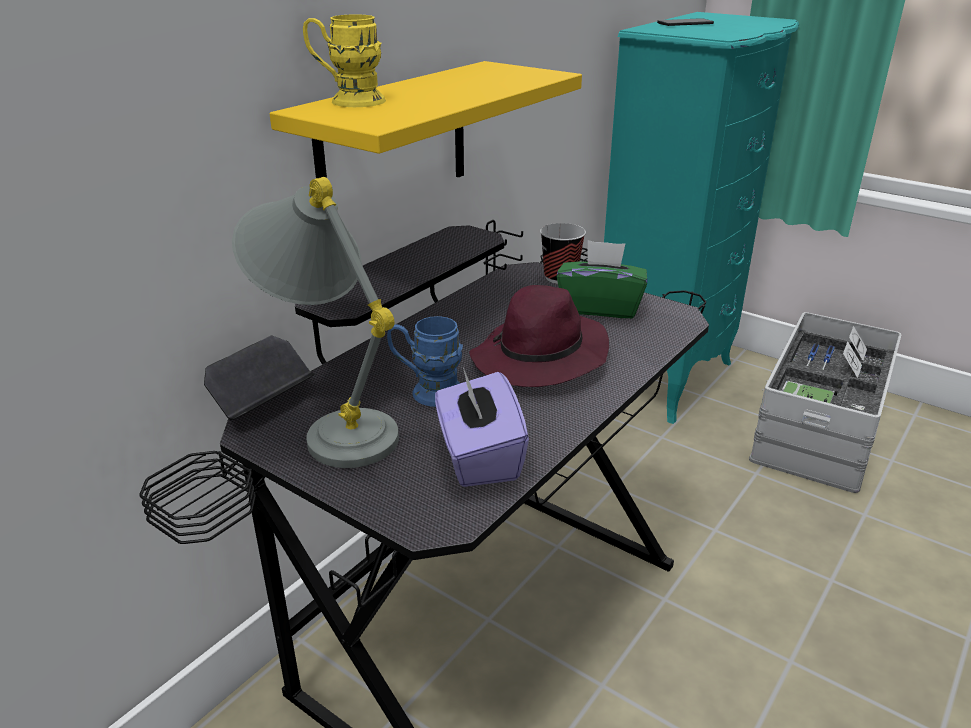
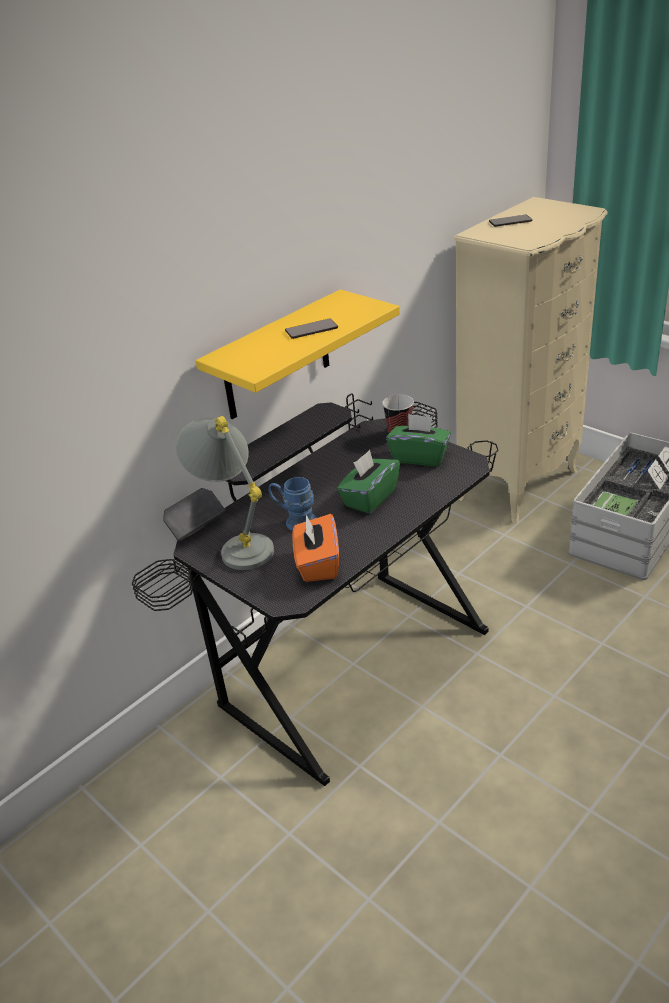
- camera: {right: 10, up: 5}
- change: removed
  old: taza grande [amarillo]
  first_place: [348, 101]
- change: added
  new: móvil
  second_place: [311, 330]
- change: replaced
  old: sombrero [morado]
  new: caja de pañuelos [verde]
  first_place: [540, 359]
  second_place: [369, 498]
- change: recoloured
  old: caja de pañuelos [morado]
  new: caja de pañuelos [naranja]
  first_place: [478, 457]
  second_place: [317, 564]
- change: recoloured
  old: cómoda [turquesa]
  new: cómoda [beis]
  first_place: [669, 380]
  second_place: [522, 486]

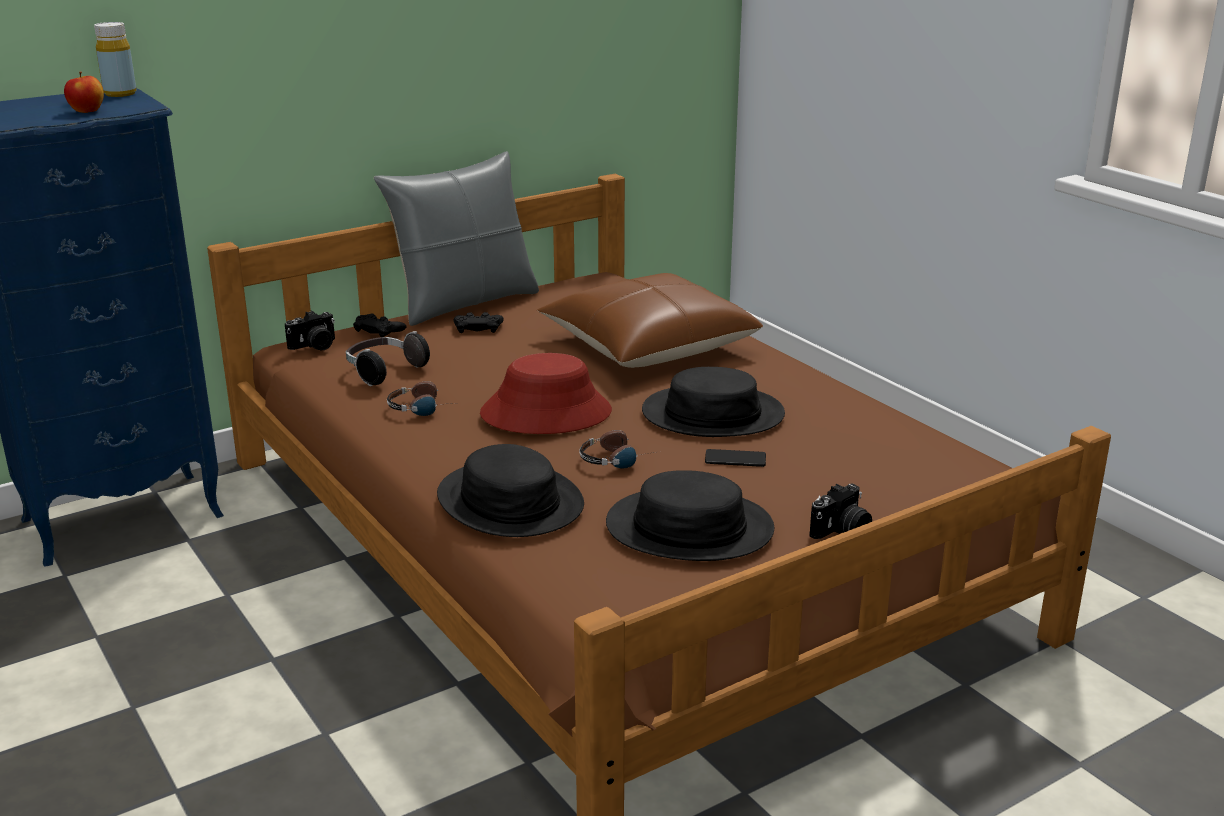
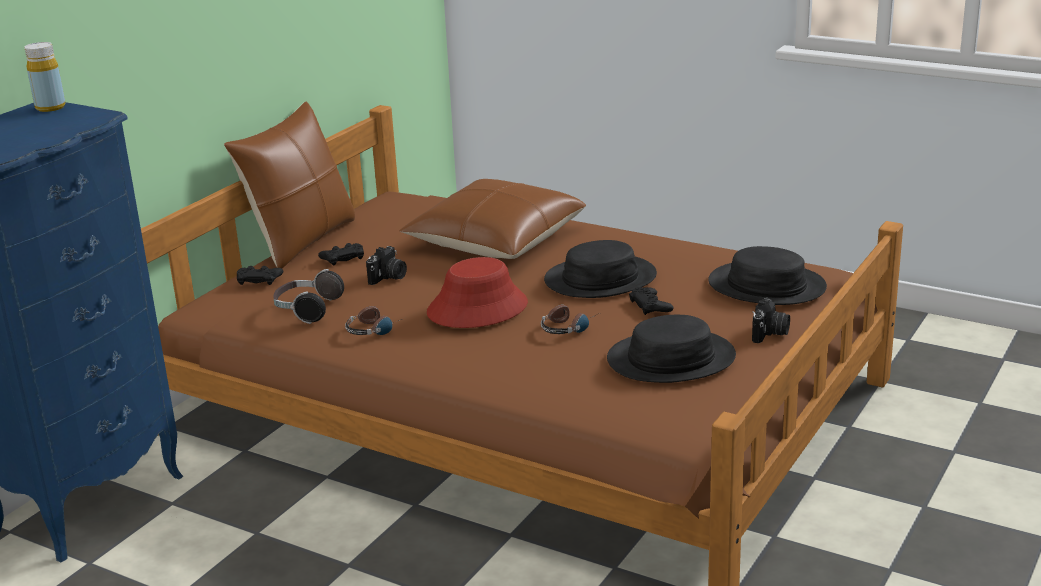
- camera: {right: -25, up: 0}
- change: removed
  old: manzana
  first_place: [87, 111]
- change: moved
  old: cámara
  first_place: [314, 346]
  second_place: [388, 277]
- change: moved
  old: sombrero [negro]
  first_place: [509, 502]
  second_place: [766, 286]
- change: replaced
  old: móvil
  new: mando de consola [negro]
  first_place: [735, 459]
  second_place: [650, 305]
- change: recoloured
  old: cojín [gris]
  new: cojín [marrón]
  first_place: [464, 302]
  second_place: [301, 241]

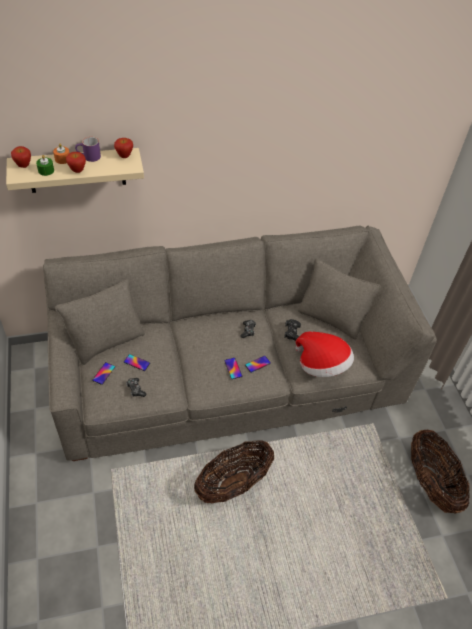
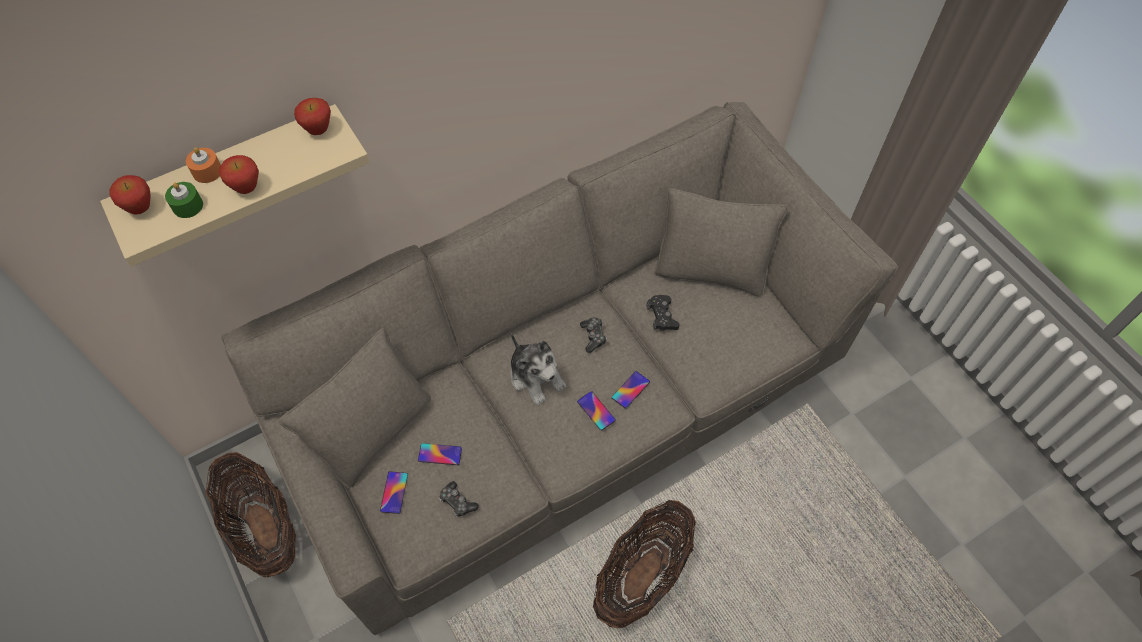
- camera: {right: -15, up: 10}
- change: removed
  old: taza grande [morado]
  first_place: [89, 157]
- change: removed
  old: sombrero
  first_place: [322, 365]
- change: added
  new: peluche
  second_place: [536, 376]
- change: moved
  old: cesta
  first_place: [430, 483]
  second_place: [264, 528]

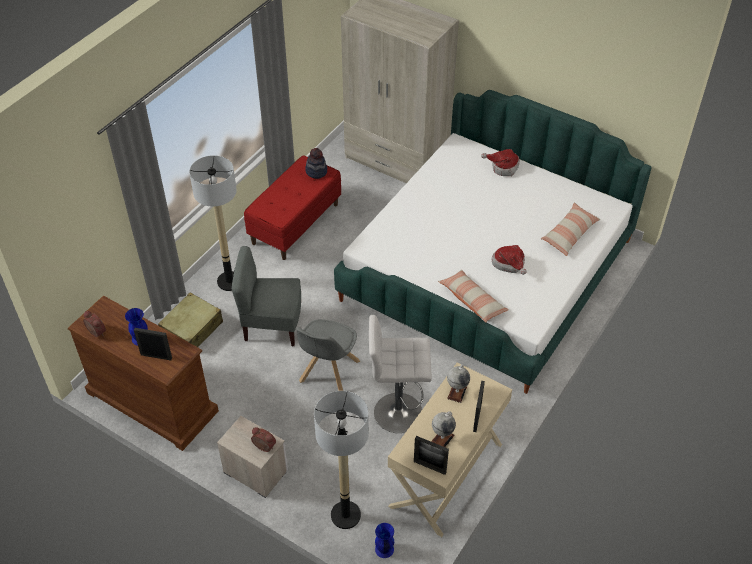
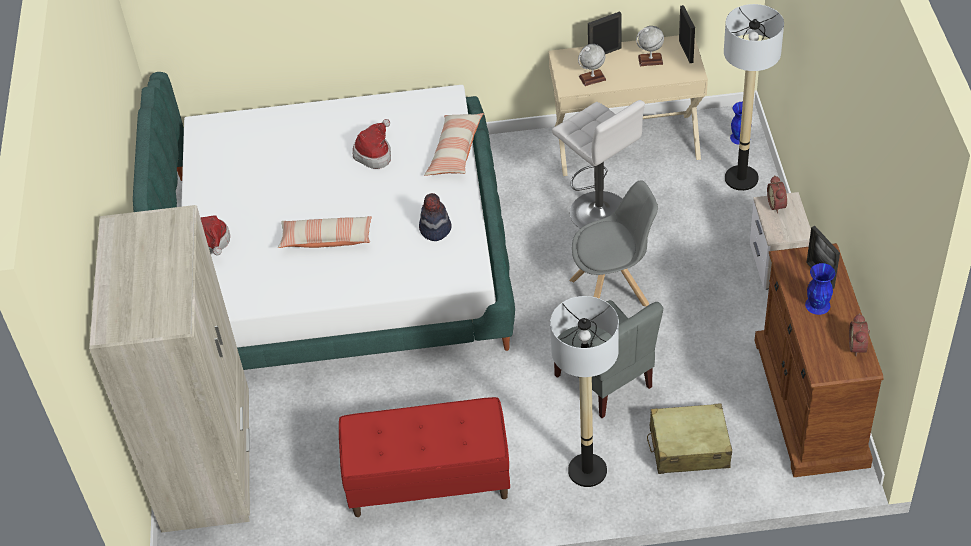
- camera: {right: -125, up: 0}
- change: moved
  old: sombrero
  first_place: [316, 171]
  second_place: [435, 229]
- change: moved
  old: cojín
  first_place: [569, 234]
  second_place: [326, 239]

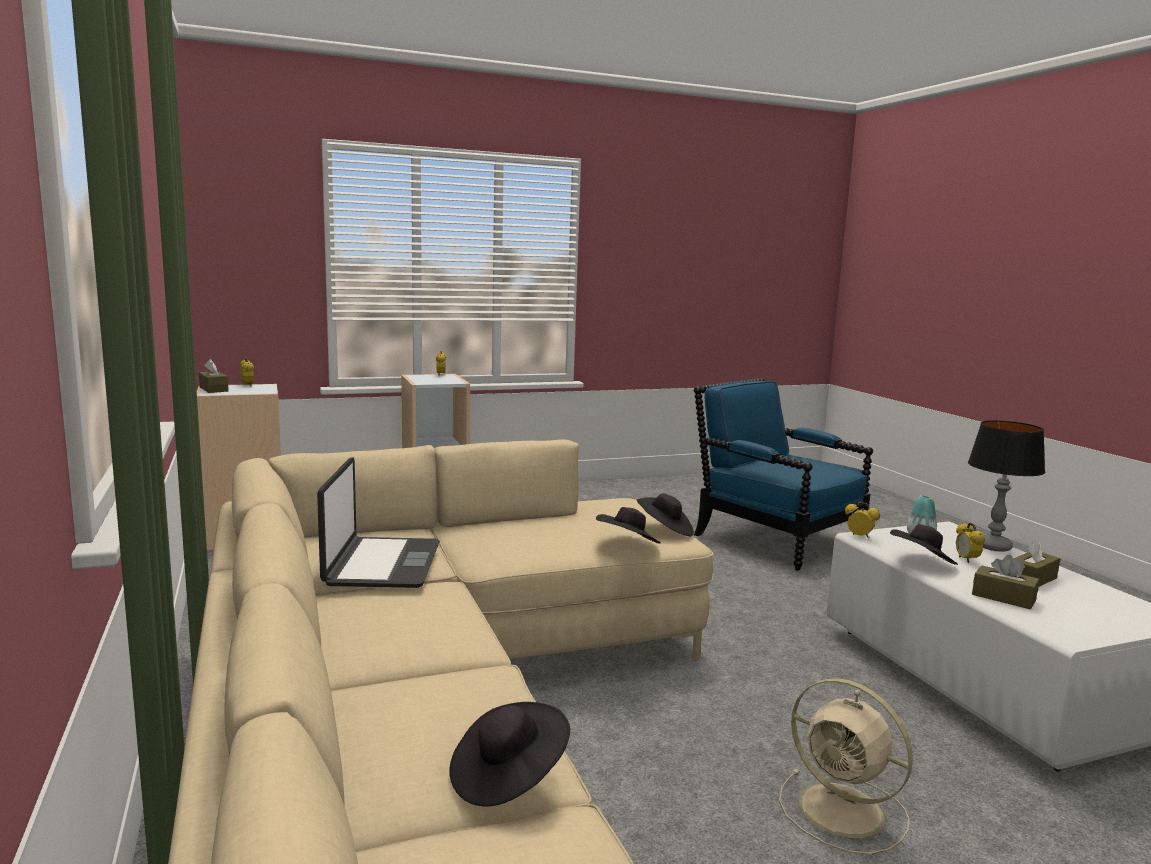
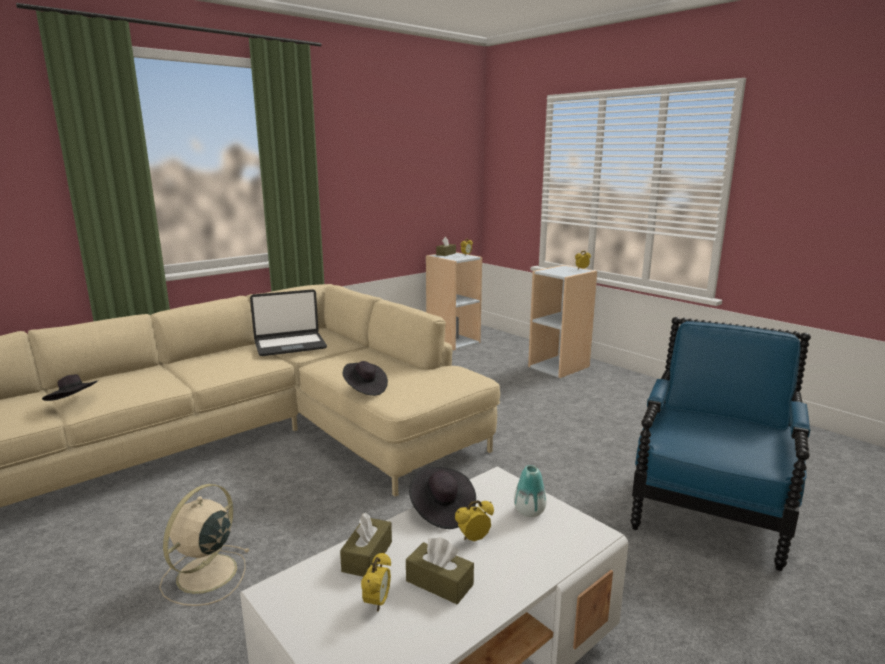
- camera: {right: 70, up: 5}
- change: removed
  old: sombrero [negro]
  first_place: [665, 530]
- change: removed
  old: lámpara de mesa
  first_place: [993, 546]
- change: moved
  old: despertador
  first_place: [859, 537]
  second_place: [377, 603]

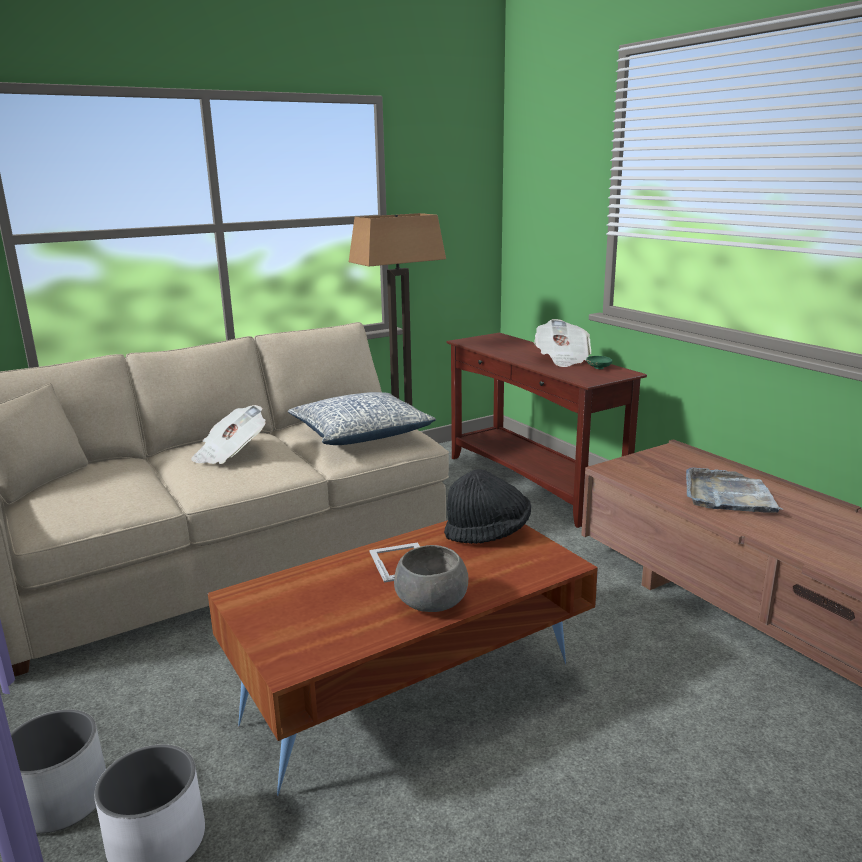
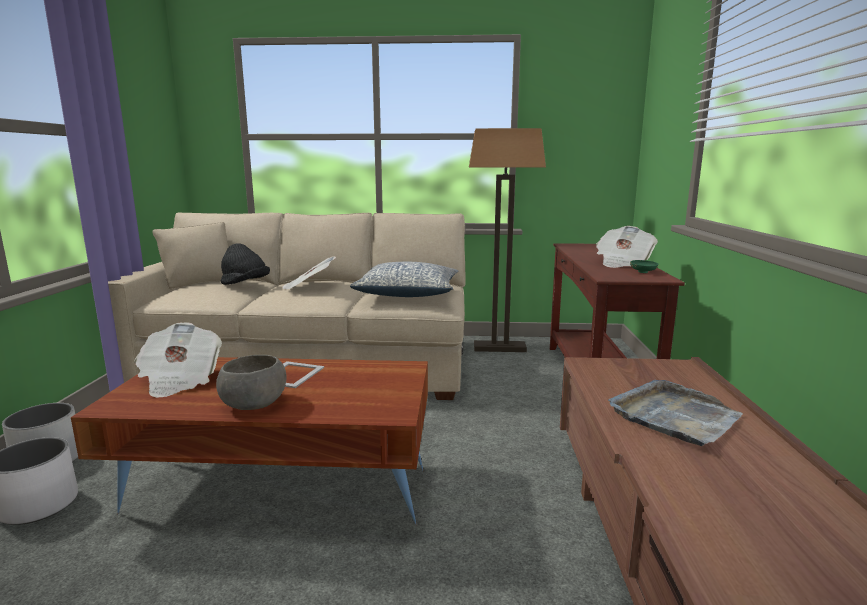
- camera: {right: 35, up: -5}
- change: added
  new: periódico
  second_place: [180, 380]
- change: moved
  old: sombrero [negro]
  first_place: [487, 533]
  second_place: [245, 285]

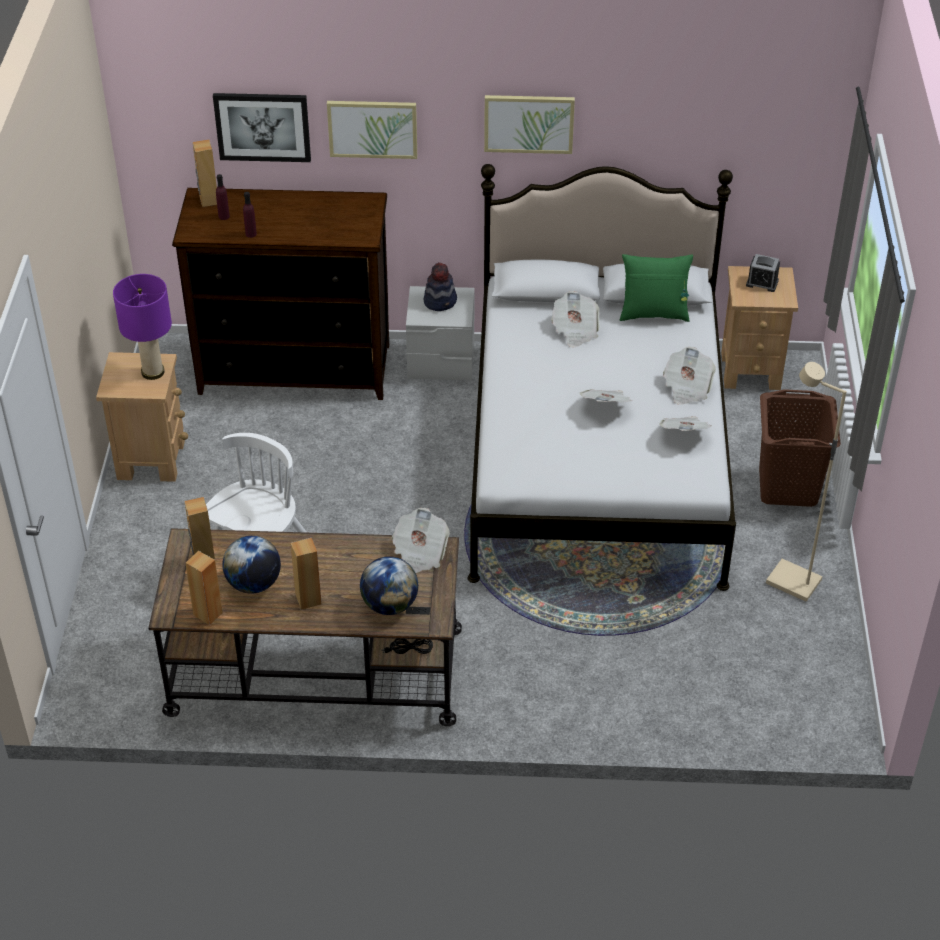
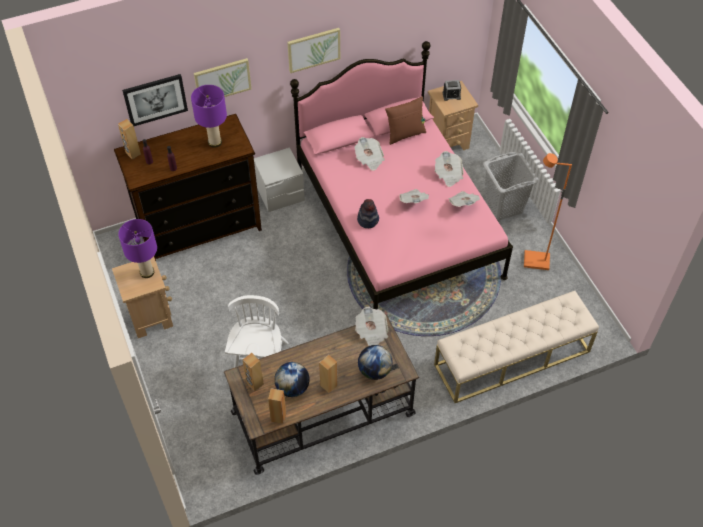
- camera: {right: -25, up: 10}
- change: added
  new: lámpara de mesa [morado]
  second_place: [215, 142]
- change: added
  new: banco [beis]
  second_place: [512, 358]
- change: moved
  old: sombrero
  first_place: [440, 301]
  second_place: [368, 220]
- change: recoloured
  old: cama [blanco]
  new: cama [rosa]
  first_place: [597, 458]
  second_place: [398, 224]
- change: recoloured
  old: cojín [verde]
  new: cojín [marrón]
  first_place: [653, 315]
  second_place: [405, 134]
- change: recoloured
  old: cesto de la ropa [marrón]
  new: cesto de la ropa [gris]
  first_place: [787, 487]
  second_place: [503, 206]
- change: recoloured
  old: lámpara de pie [beis]
  new: lámpara de pie [naranja]
  first_place: [792, 582]
  second_place: [536, 261]

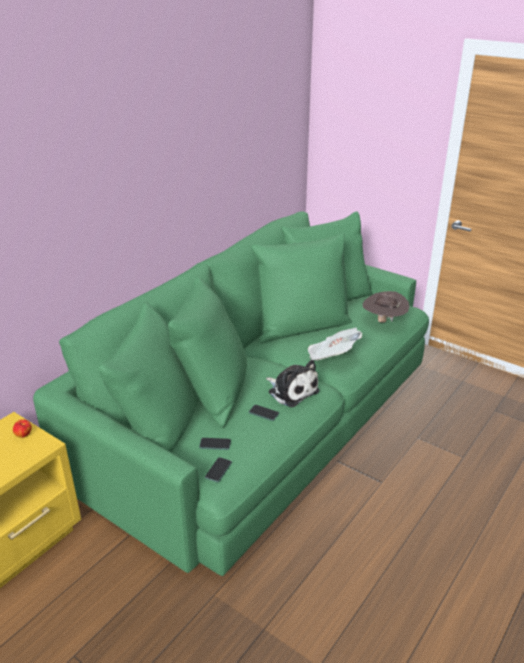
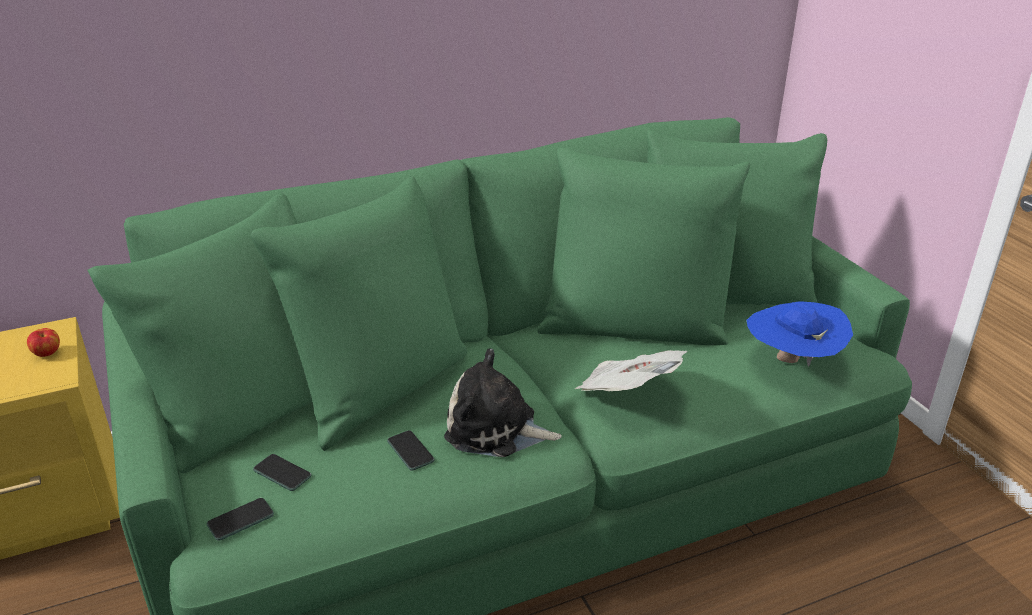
- camera: {right: 30, up: 0}
- change: recoloured
  old: sombrero [marrón]
  new: sombrero [azul]
  first_place: [383, 321]
  second_place: [791, 361]
- change: turned
  old: peluche
  first_place: [291, 391]
  second_place: [496, 429]
  degrees: 120

